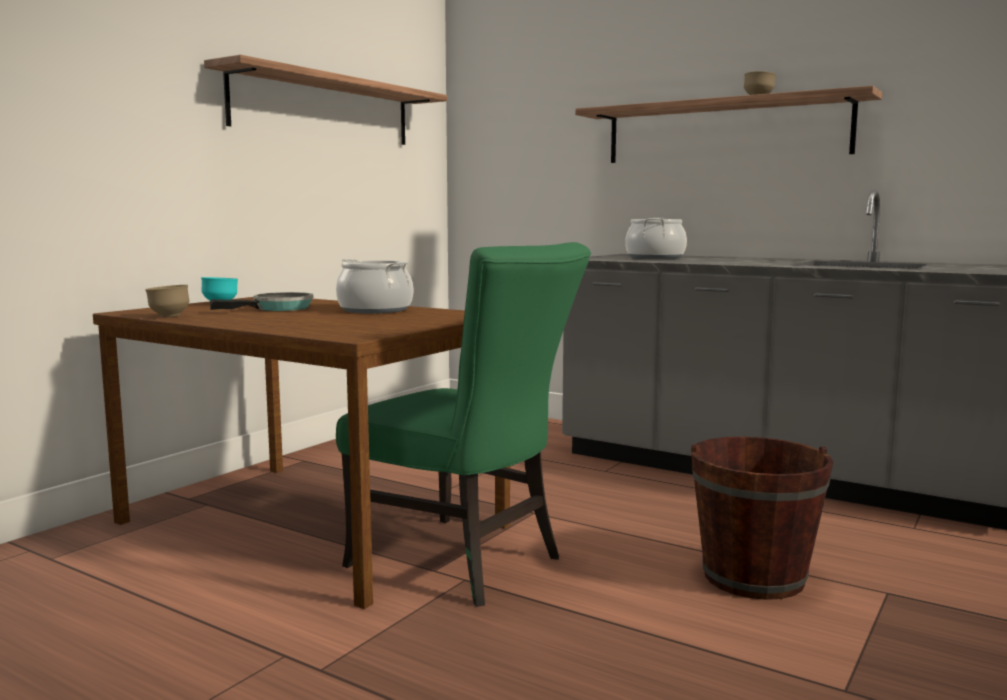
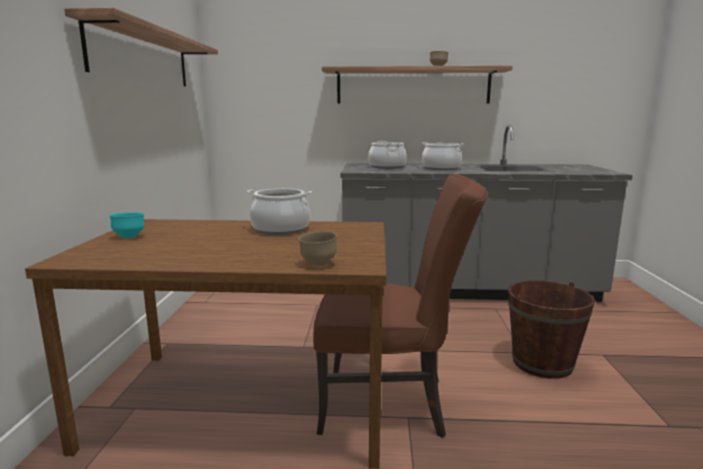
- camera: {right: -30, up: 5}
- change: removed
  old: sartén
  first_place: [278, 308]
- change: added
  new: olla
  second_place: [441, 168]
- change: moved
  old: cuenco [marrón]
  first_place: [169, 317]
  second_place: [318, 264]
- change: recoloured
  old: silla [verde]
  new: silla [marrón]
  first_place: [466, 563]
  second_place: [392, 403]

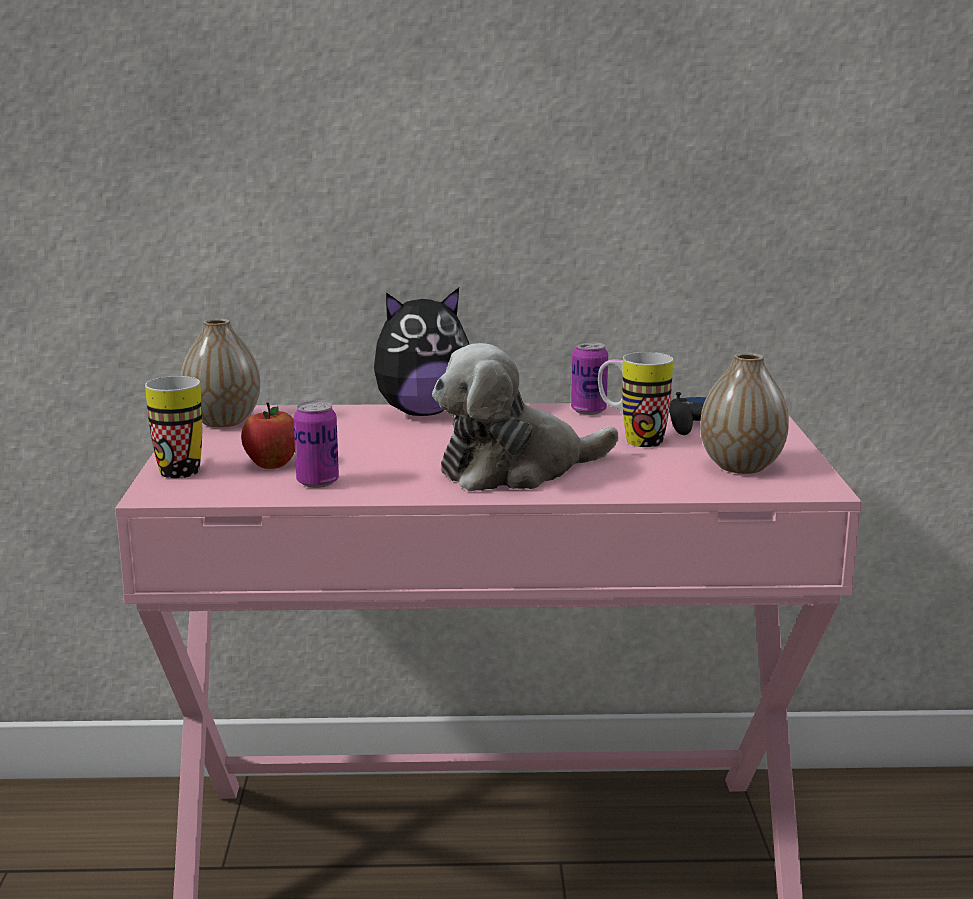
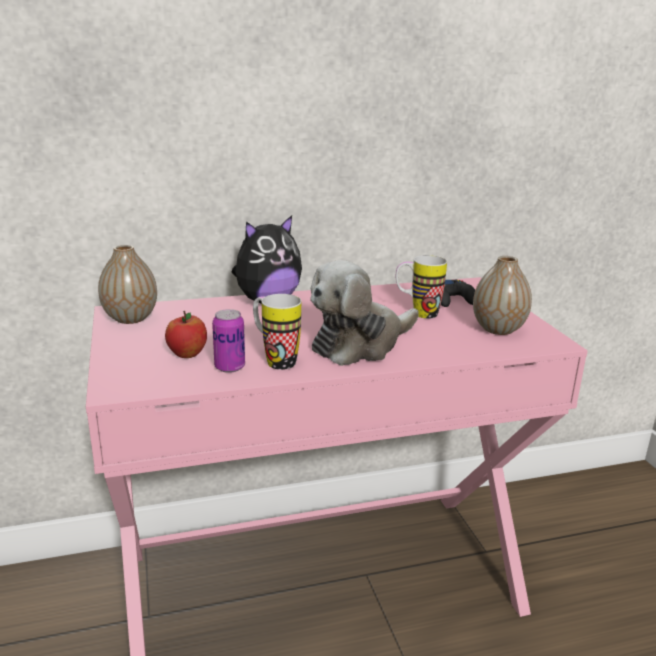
- camera: {right: -15, up: 5}
- change: removed
  old: lata
  first_place: [588, 410]
- change: moved
  old: taza grande
  first_place: [174, 468]
  second_place: [274, 360]

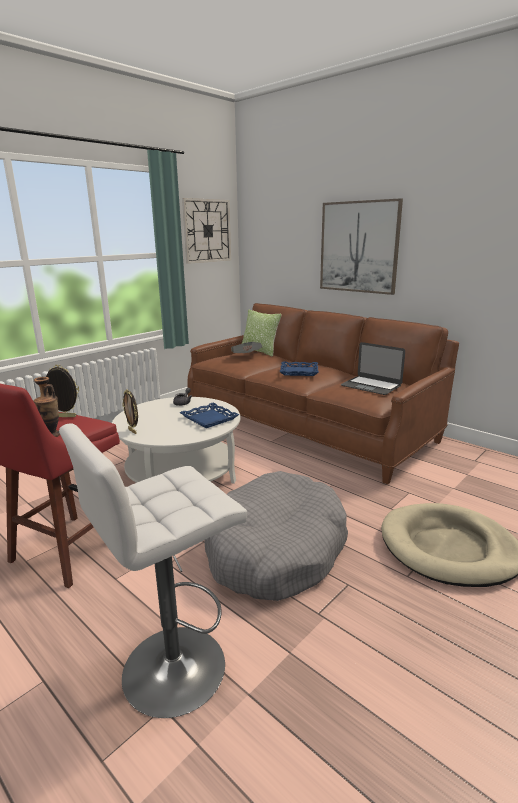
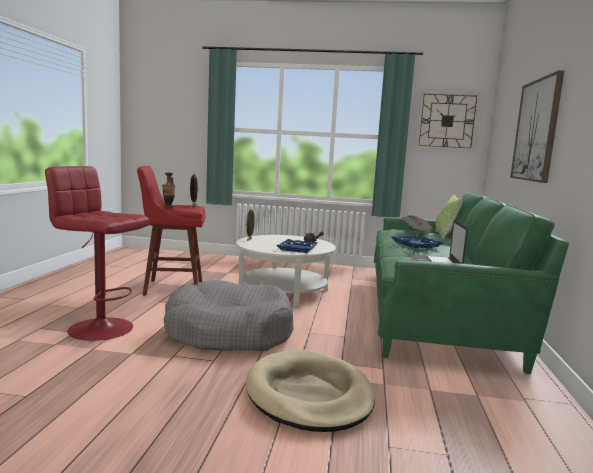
- camera: {right: 55, up: -10}
- change: recoloured
  old: taburete [blanco]
  new: taburete [rojo]
  first_place: [172, 669]
  second_place: [101, 328]
- change: recoloured
  old: sofá [marrón]
  new: sofá [verde]
  first_place: [308, 425]
  second_place: [436, 312]

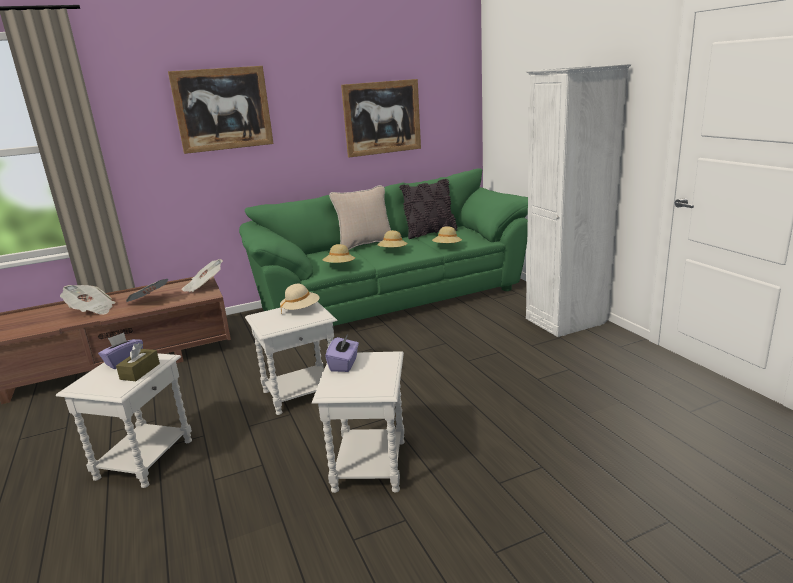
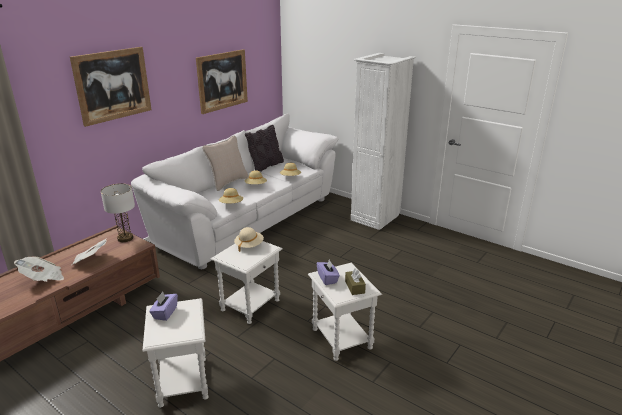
- camera: {right: -30, up: 5}
- change: moved
  old: caja de pañuelos [marrón]
  first_place: [140, 371]
  second_place: [354, 287]
- change: replaced
  old: periódico
  new: lámpara de mesa
  first_place: [204, 287]
  second_place: [125, 238]
- change: recoloured
  old: sofá [verde]
  new: sofá [blanco]
  first_place: [393, 301]
  second_place: [249, 221]

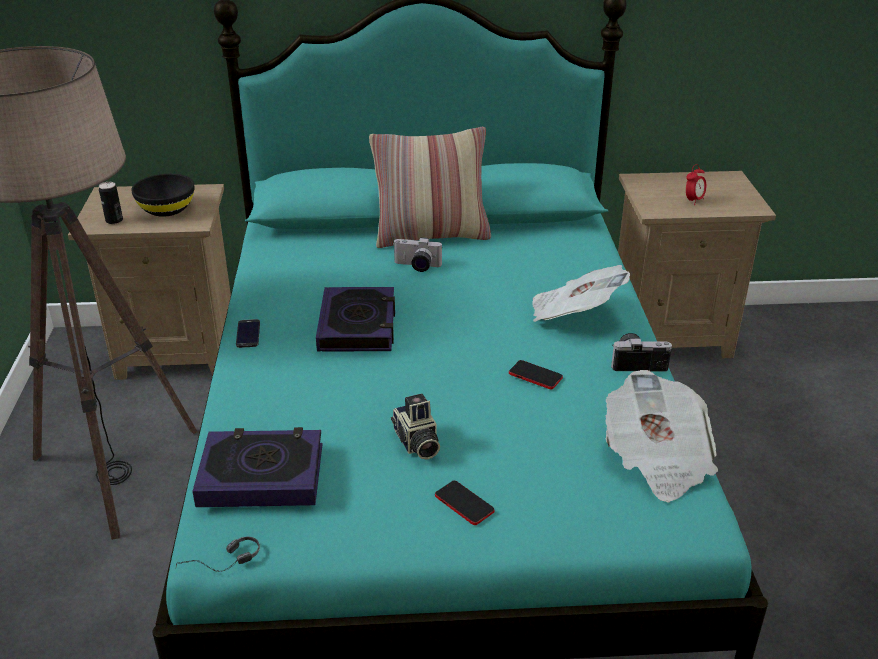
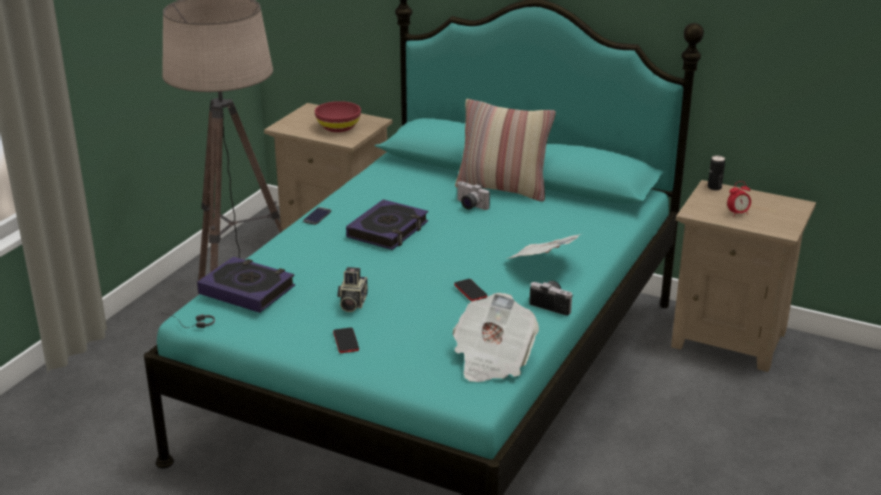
- camera: {right: 30, up: -5}
- change: moved
  old: lata
  first_place: [114, 220]
  second_place: [714, 187]
- change: recoloured
  old: cuenco [negro]
  new: cuenco [rojo]
  first_place: [166, 209]
  second_place: [338, 127]

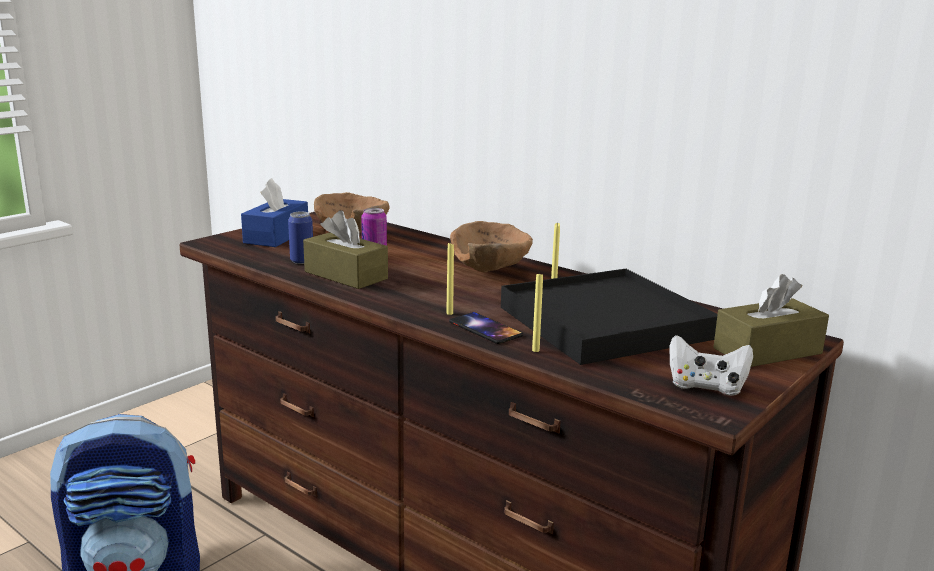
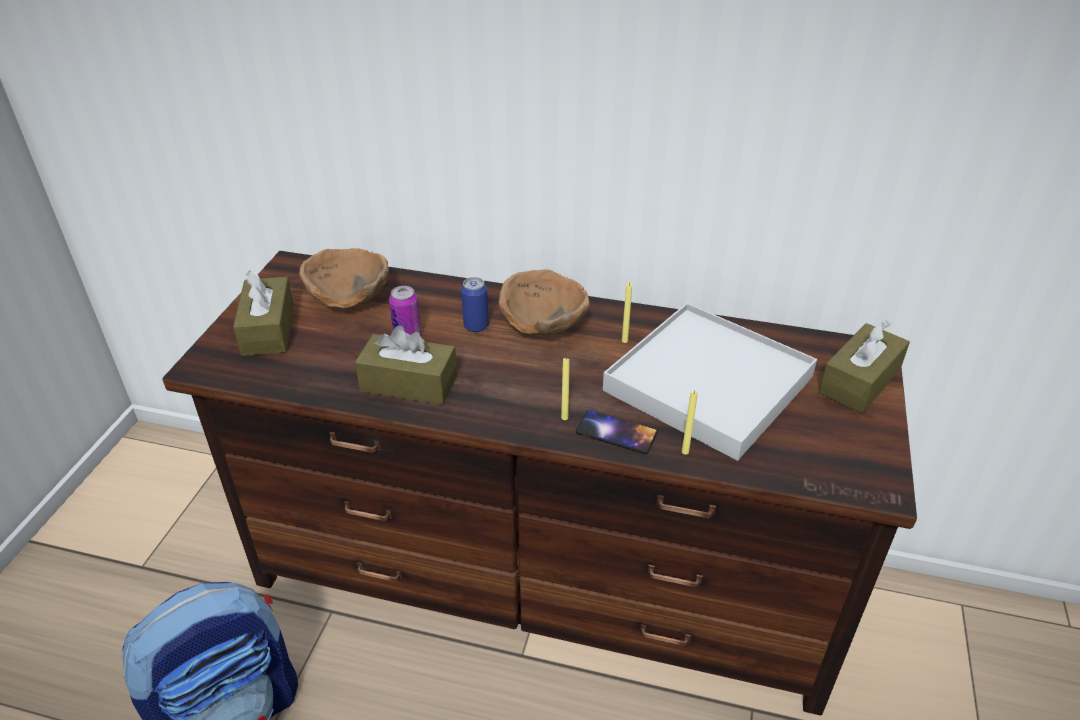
- camera: {right: -25, up: 20}
- change: removed
  old: mando de consola [blanco]
  first_place: [706, 387]
- change: moved
  old: lata
  first_place: [302, 261]
  second_place: [476, 326]
- change: recoloured
  old: caja de pañuelos [azul]
  new: caja de pañuelos [marrón]
  first_place: [276, 236]
  second_place: [268, 329]
- change: recoloured
  old: bandeja [negro]
  new: bandeja [blanco]
  first_place: [604, 322]
  second_place: [707, 384]

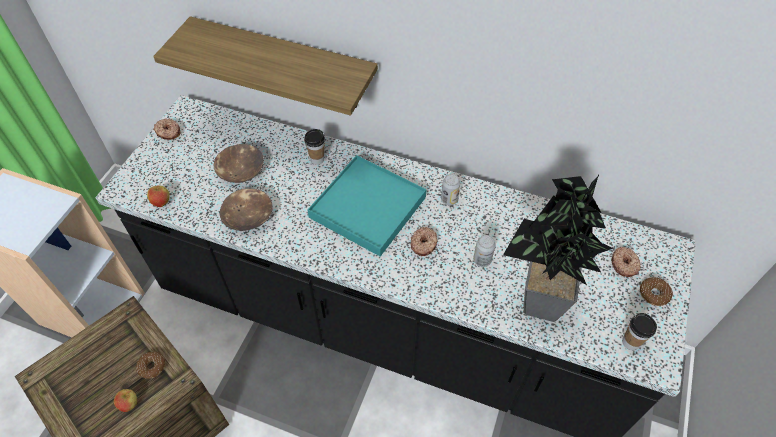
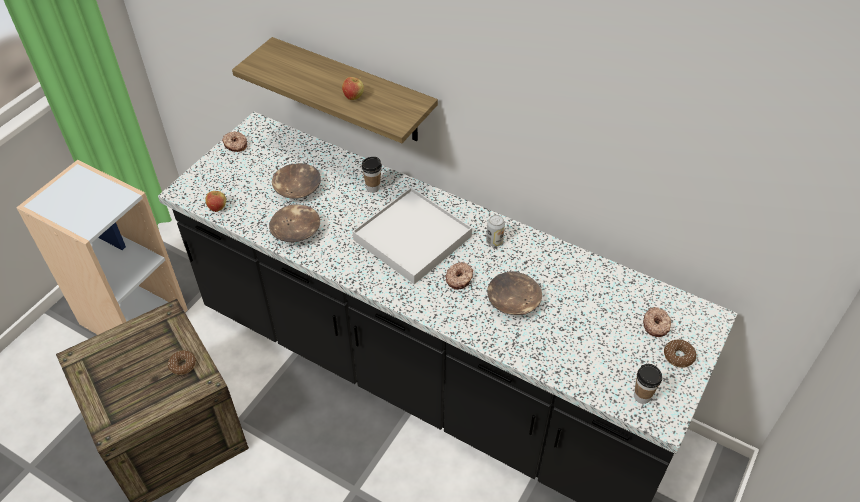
- camera: {right: 10, up: -5}
- change: removed
  old: planta en maceta
  first_place: [536, 308]
- change: moved
  old: manzana
  first_place: [129, 404]
  second_place: [353, 97]
- change: replaced
  old: lata
  new: cuenco [marrón]
  first_place: [482, 260]
  second_place: [513, 301]
- change: recoloured
  old: bandeja [turquesa]
  new: bandeja [blanco]
  first_place: [368, 207]
  second_place: [412, 238]

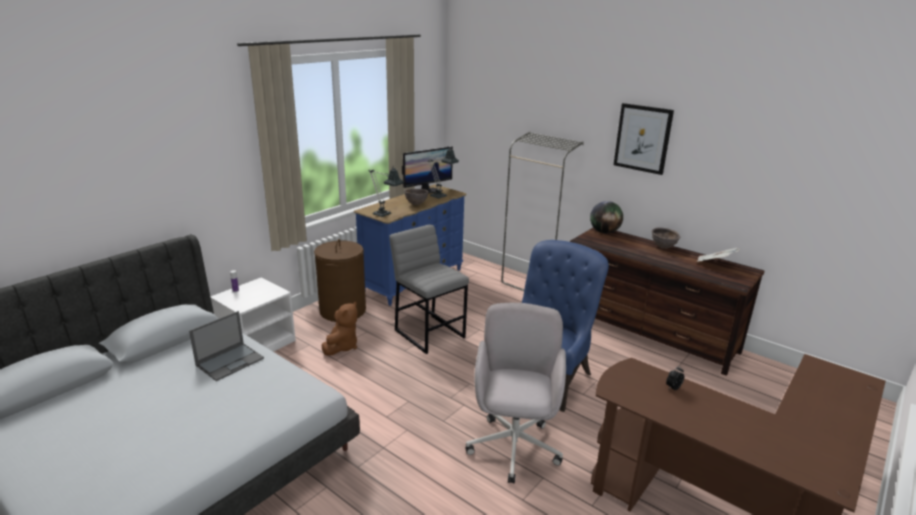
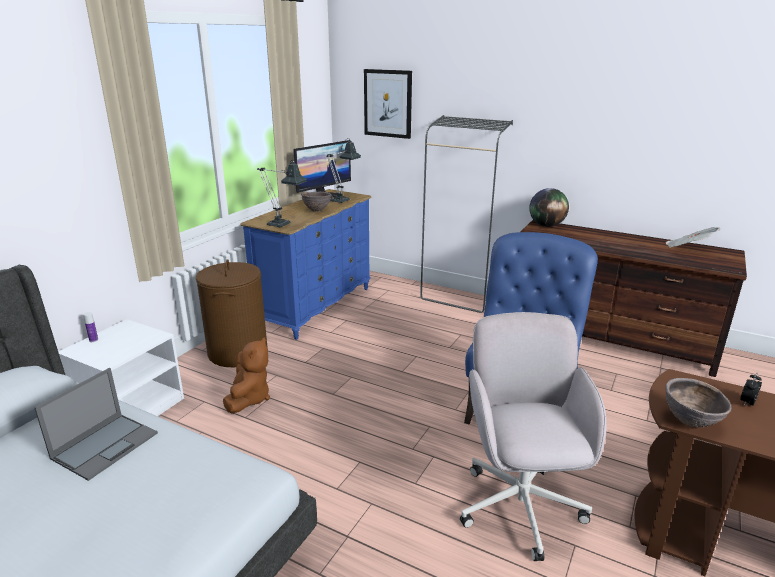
- camera: {right: -10, up: 0}
- change: removed
  old: silla [gris]
  first_place: [428, 333]
- change: moved
  old: cuadro
  first_place: [643, 138]
  second_place: [388, 103]
- change: moved
  old: cuenco [marrón]
  first_place: [663, 247]
  second_place: [690, 422]

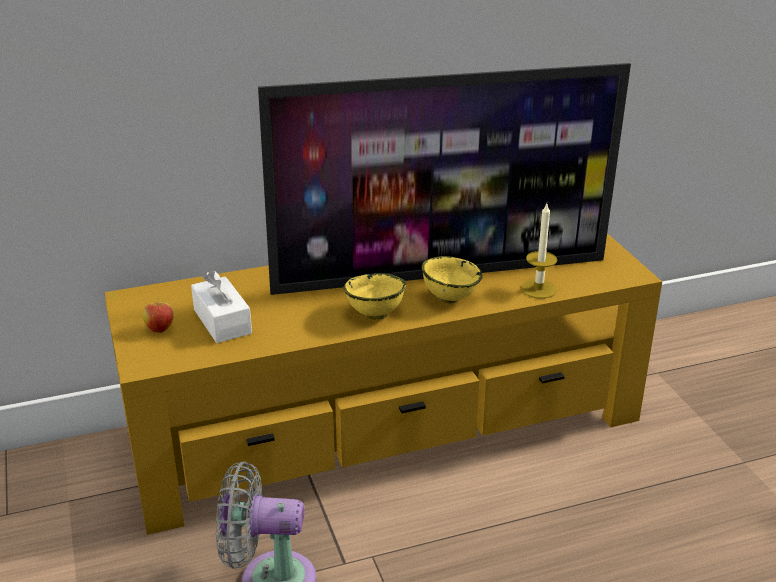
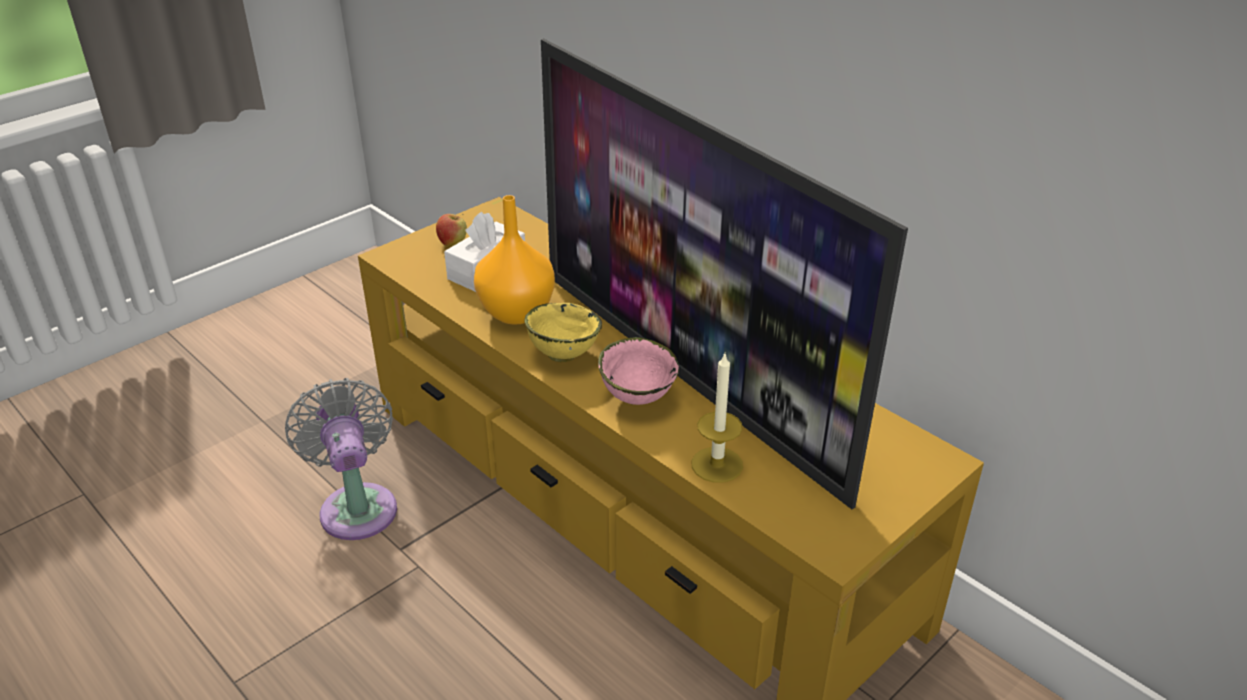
- camera: {right: 65, up: 5}
- change: added
  new: florero [naranja]
  second_place: [515, 312]
- change: recoloured
  old: cuenco [amarillo]
  new: cuenco [rosa]
  first_place: [449, 298]
  second_place: [638, 397]

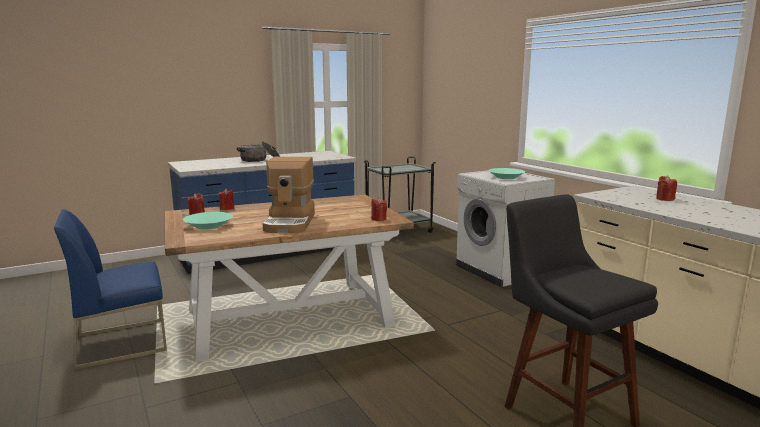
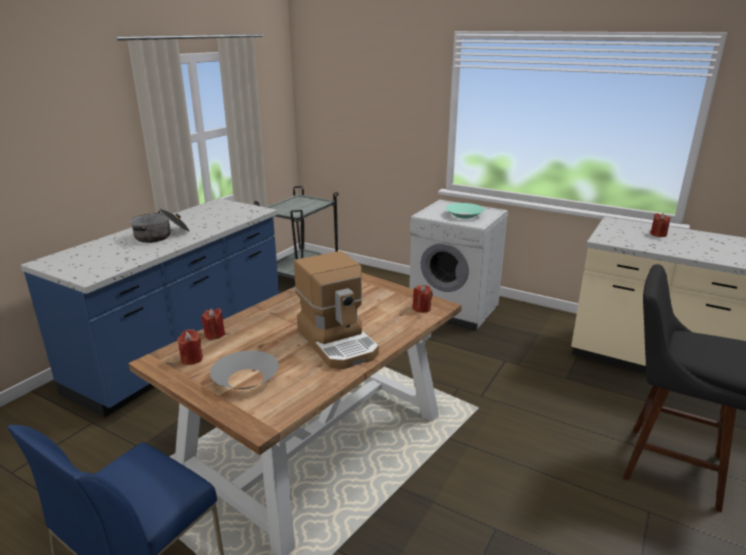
- camera: {right: -30, up: 10}
- change: recoloured
  old: cuenco [turquesa]
  new: cuenco [gris]
  first_place: [208, 226]
  second_place: [245, 379]

